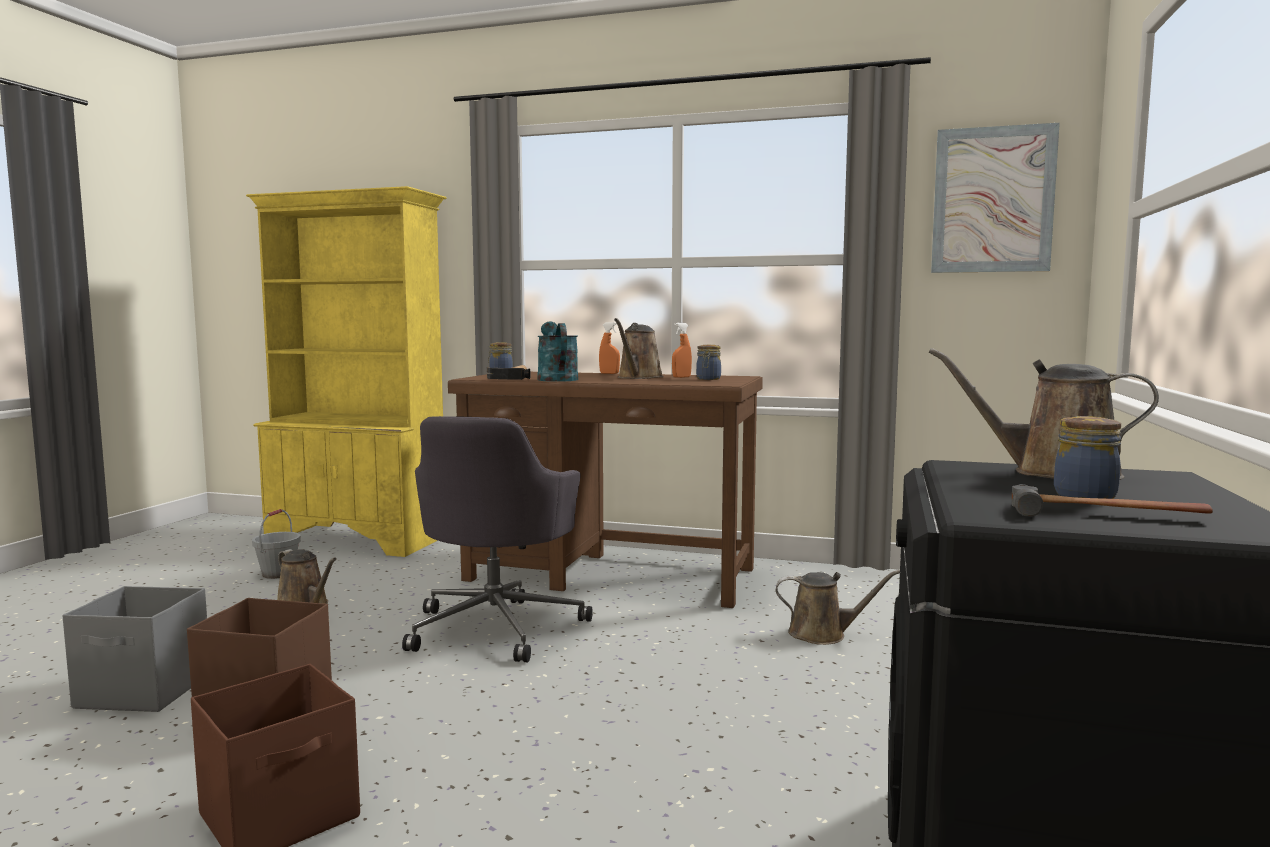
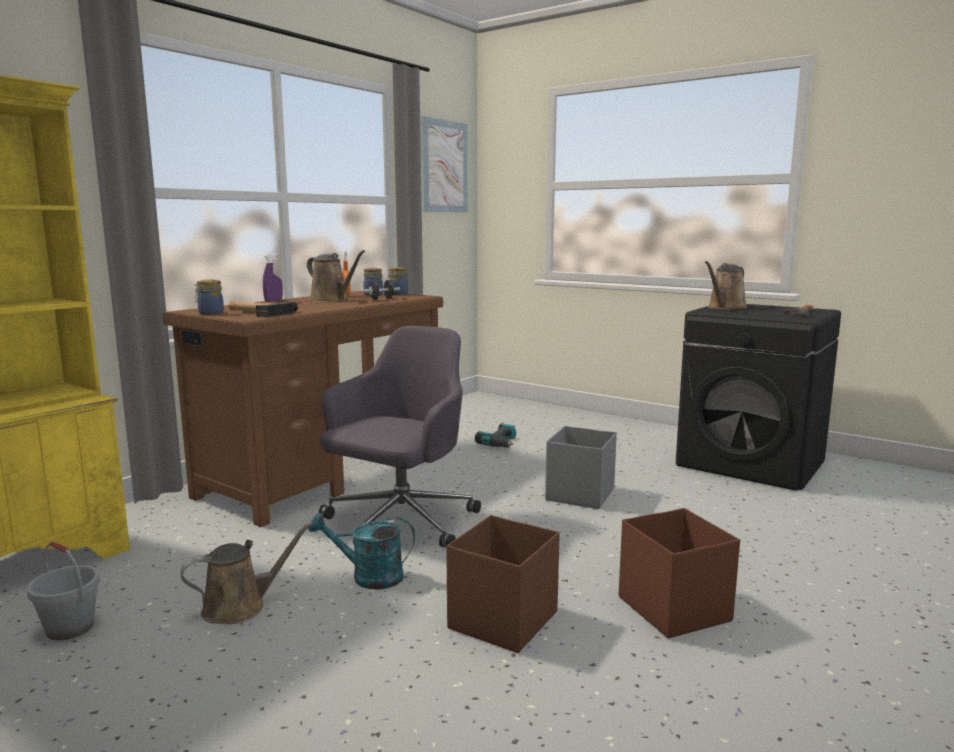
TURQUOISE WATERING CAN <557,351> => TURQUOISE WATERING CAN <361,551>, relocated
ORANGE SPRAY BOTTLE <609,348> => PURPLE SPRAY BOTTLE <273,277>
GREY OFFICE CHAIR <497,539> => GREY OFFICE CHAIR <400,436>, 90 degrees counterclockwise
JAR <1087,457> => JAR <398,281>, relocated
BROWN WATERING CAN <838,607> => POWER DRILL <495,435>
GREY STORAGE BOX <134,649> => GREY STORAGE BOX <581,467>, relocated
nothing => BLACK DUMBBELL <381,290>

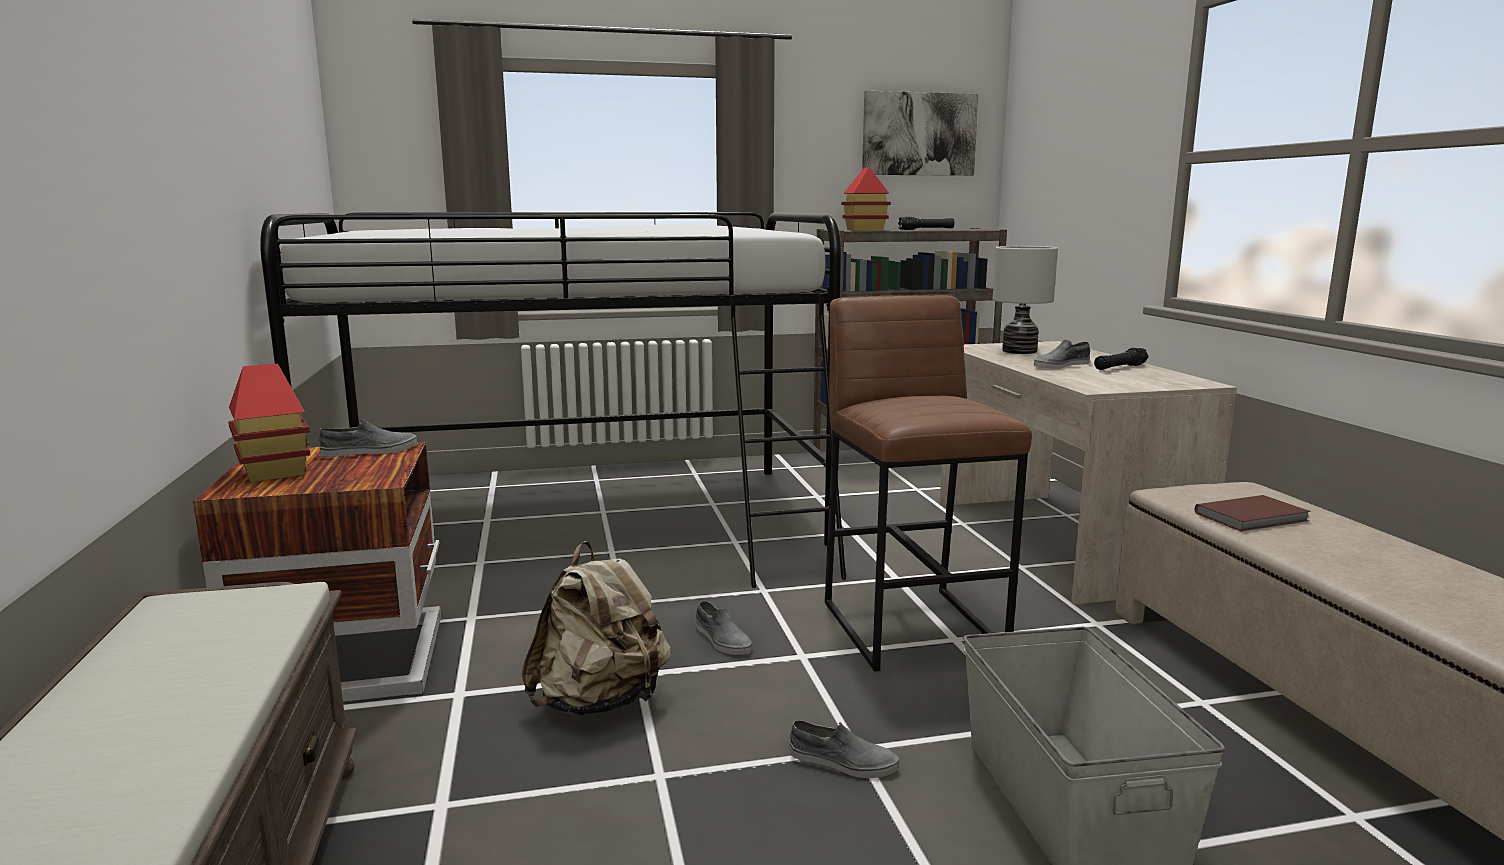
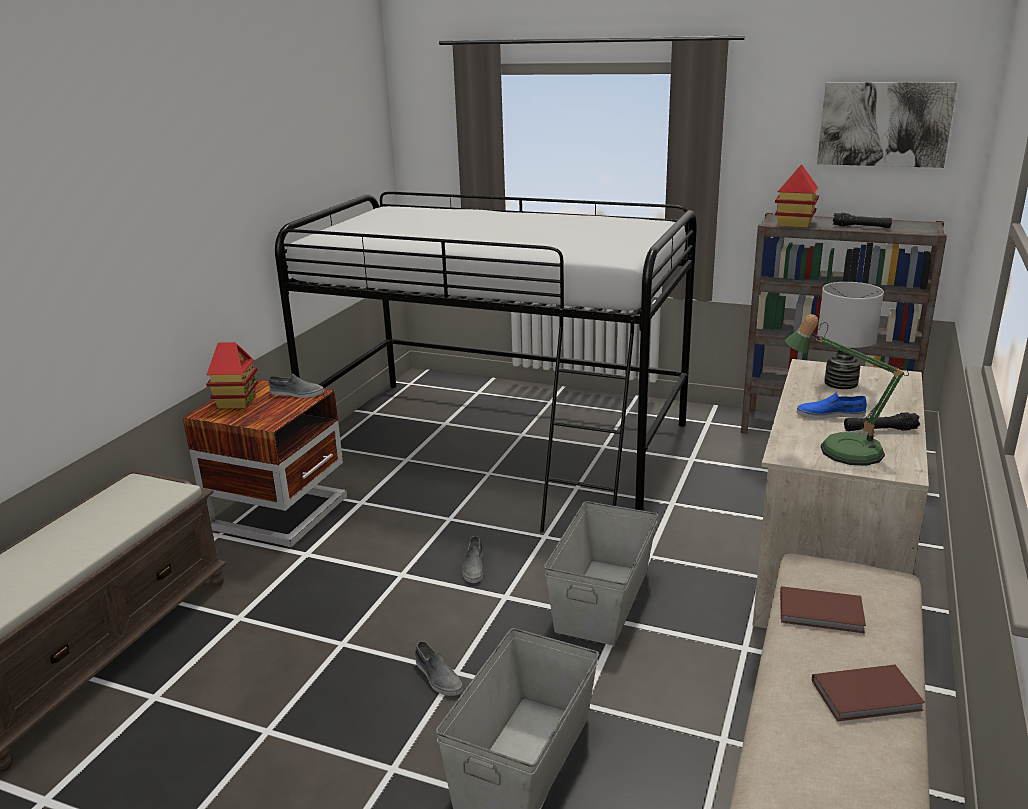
BROWN STOOL <928,483> => GREY STORAGE BOX <601,573>
GREY SHOE <1062,354> => BLUE SHOE <832,406>
BEIGE BACKPACK <596,628> => nothing
nothing => TABLE LAMP <847,390>
nothing => BROWN BOOK <868,693>

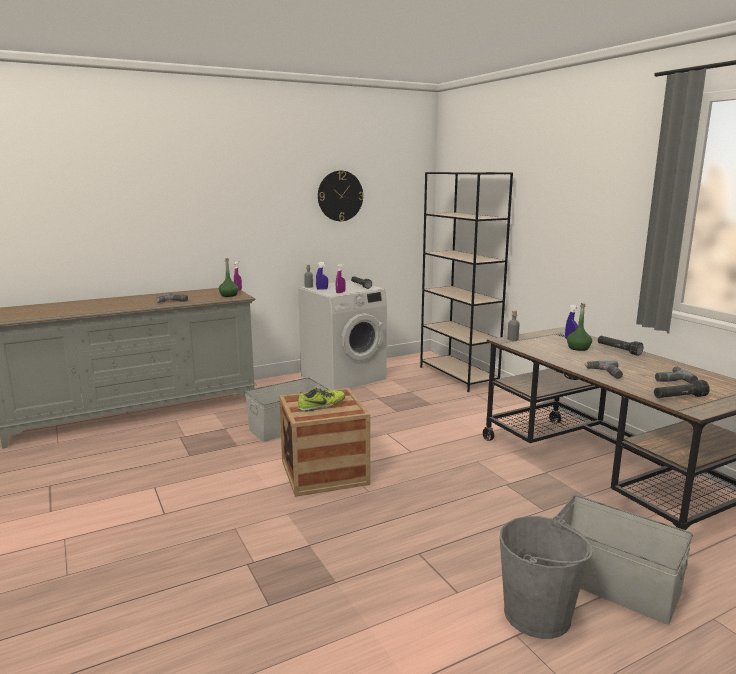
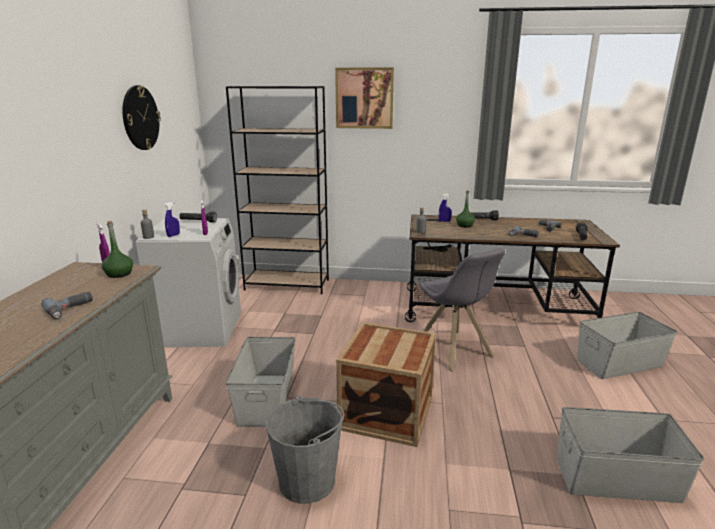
SHOE <321,400> => nothing
GREY BUCKET <546,577> => GREY BUCKET <305,450>, relocated
nothing => PICTURE <364,98>
nothing => GREY CHAIR <462,309>
nothing => GREY STORAGE BOX <630,455>

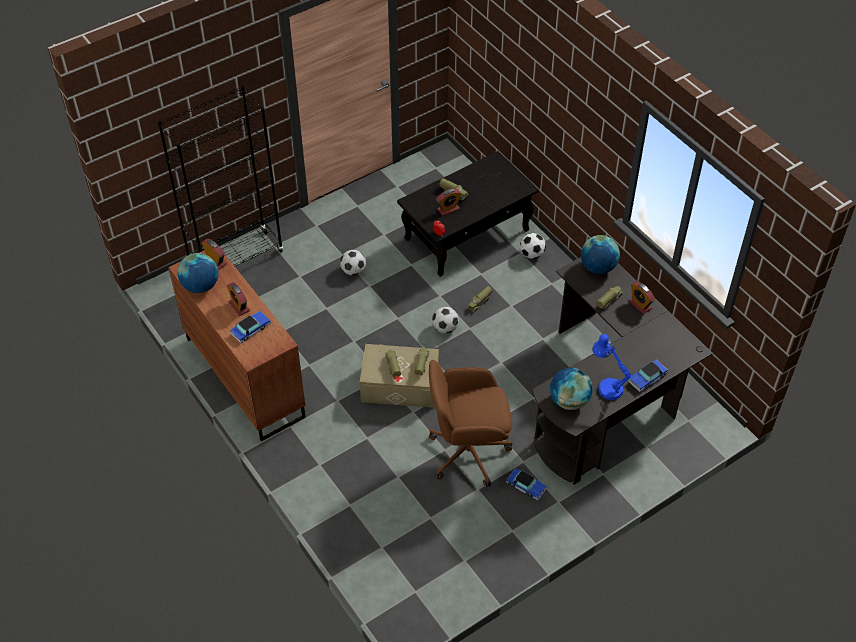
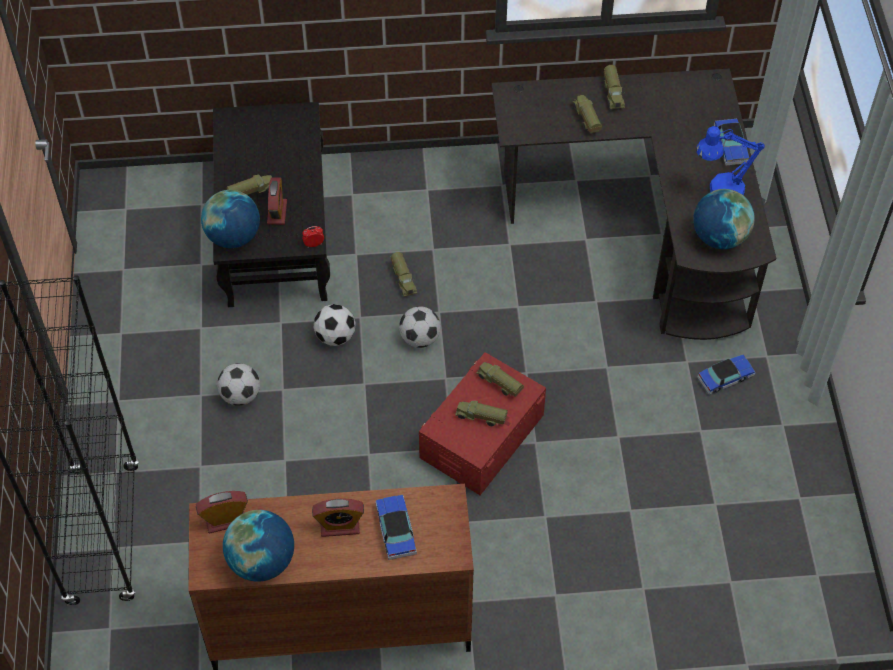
FOOTBALL <533,246> => FOOTBALL <335,325>, relocated
GLOBE <600,254> => GLOBE <230,219>, relocated
ALARM CLOCK <642,297> => TOY TRUCK <614,87>
BEIGE STORAGE BOX <399,376> => RED STORAGE BOX <482,423>
BROWN OFFICE CHAIR <470,423> => nothing

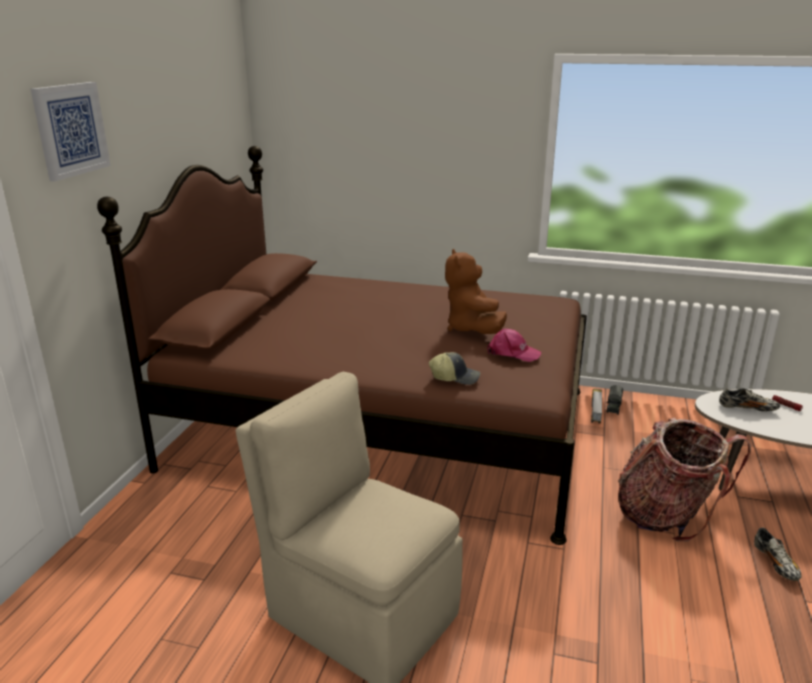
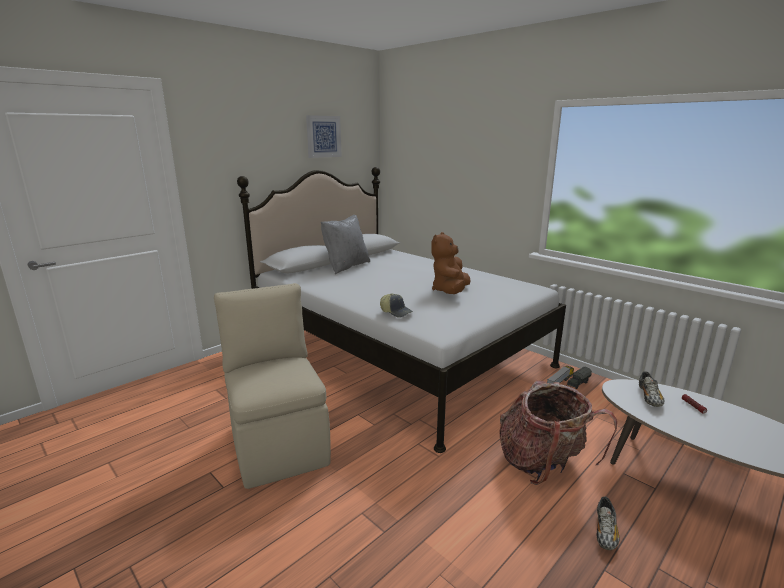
PICTURE <70,131> => PICTURE <324,136>, relocated
BROWN BED <342,345> => WHITE BED <401,310>
PINK CAP <514,345> => nothing
SHOE <749,400> => SHOE <651,389>, 60 degrees clockwise
nothing => GREY PILLOW <345,244>

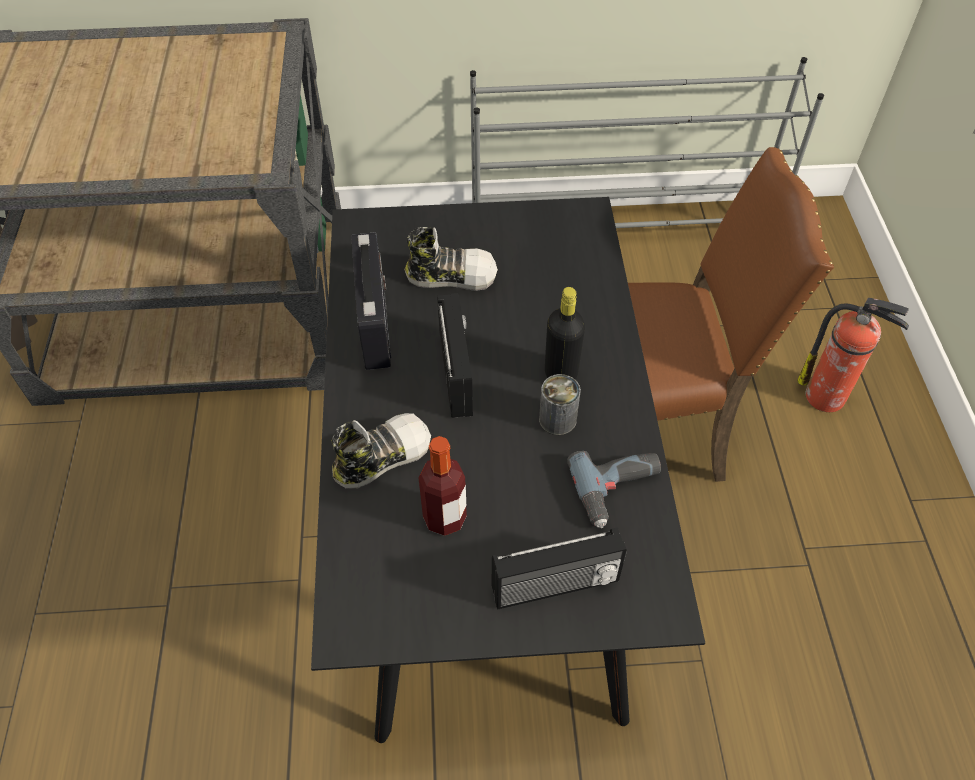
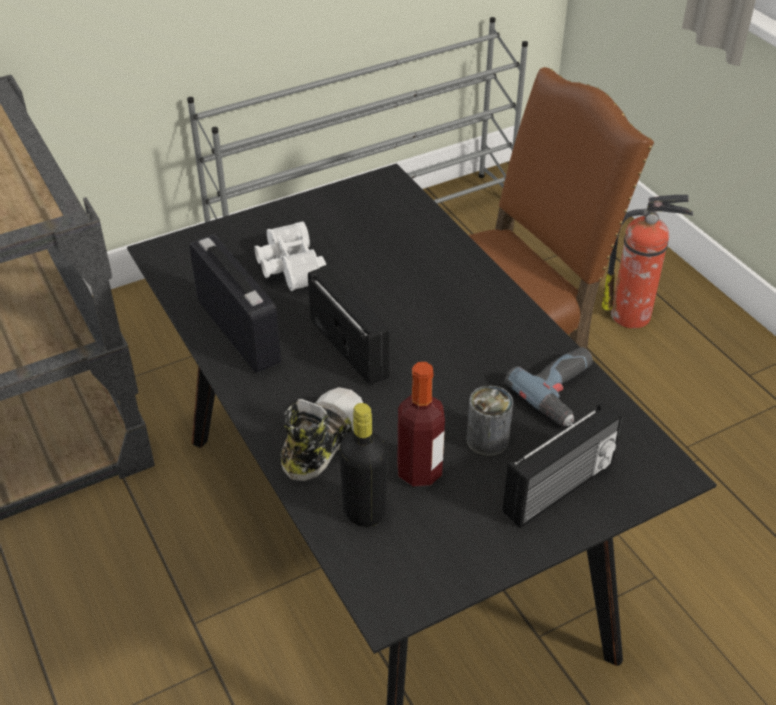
SHOE <451,259> => WHITE BINOCULARS <290,256>
BLACK BOTTLE <565,333> => BLACK BOTTLE <363,465>, relocated
CAN <560,404> => CAN <490,420>, relocated

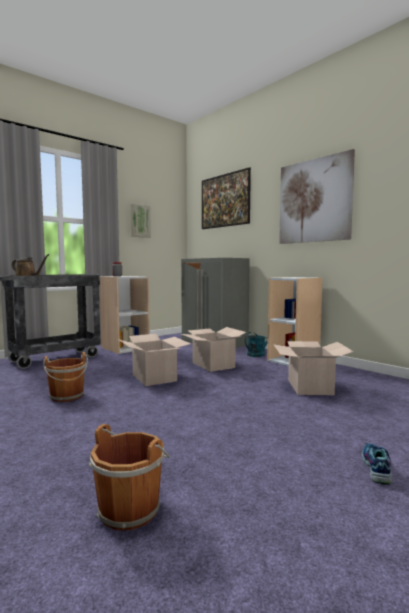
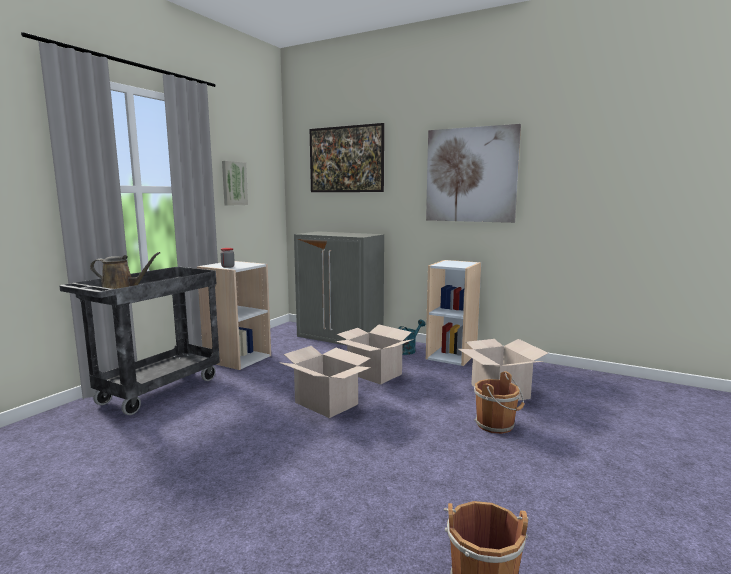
BROWN BUCKET <65,377> => BROWN BUCKET <499,402>, relocated
SHOE <377,463> => nothing

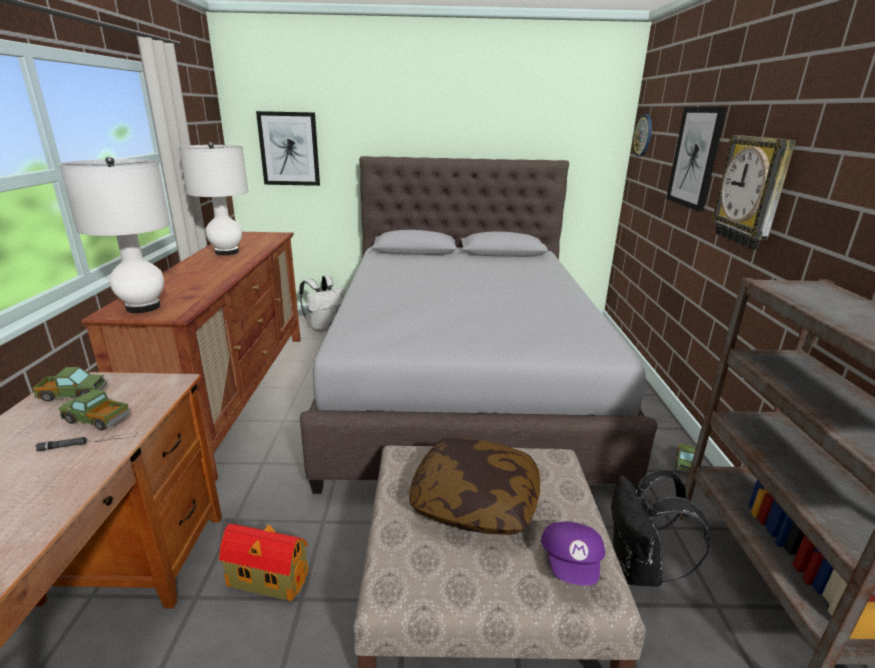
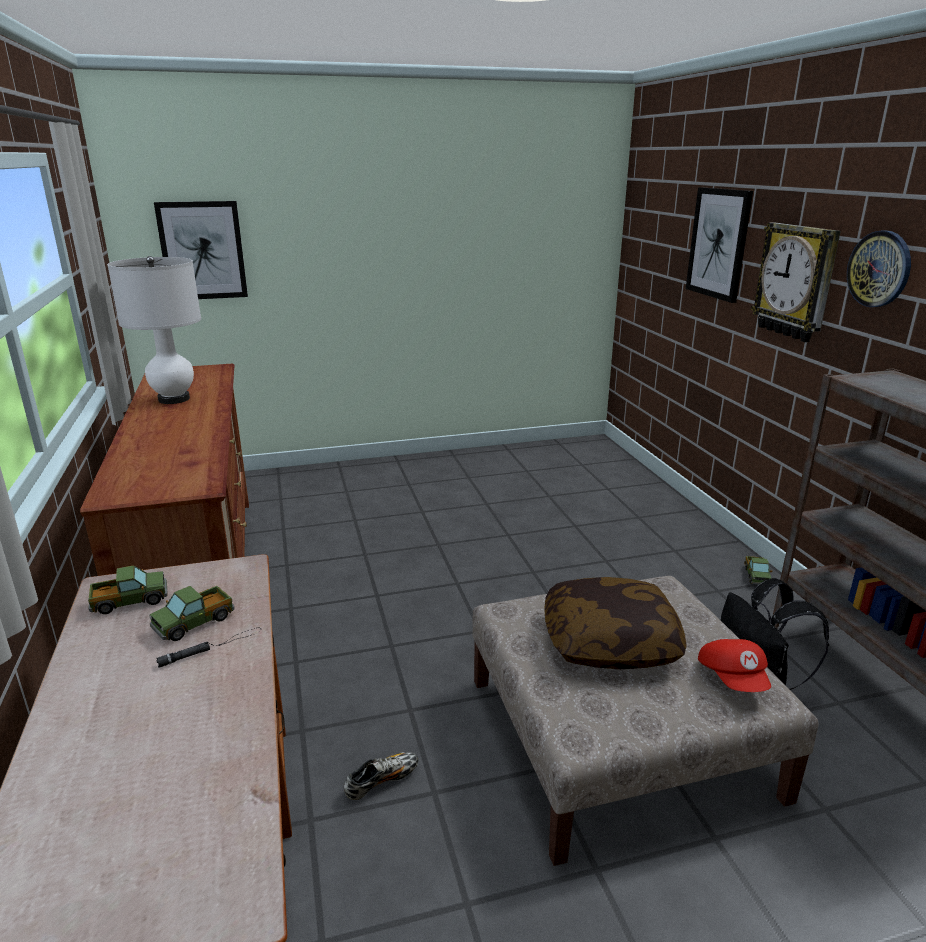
WALL CLOCK <642,135> => WALL CLOCK <879,268>, relocated
WHITE TABLE LAMP <114,234> => nothing
GREY BED <478,325> => nothing
WHITE BACKPACK <322,303> => nothing
TOY TRUCK <94,409> => TOY TRUCK <192,613>, 45 degrees counterclockwise
PURPLE CAP <573,553> => RED CAP <734,665>
TOY HOUSE <263,562> => SHOE <381,776>

